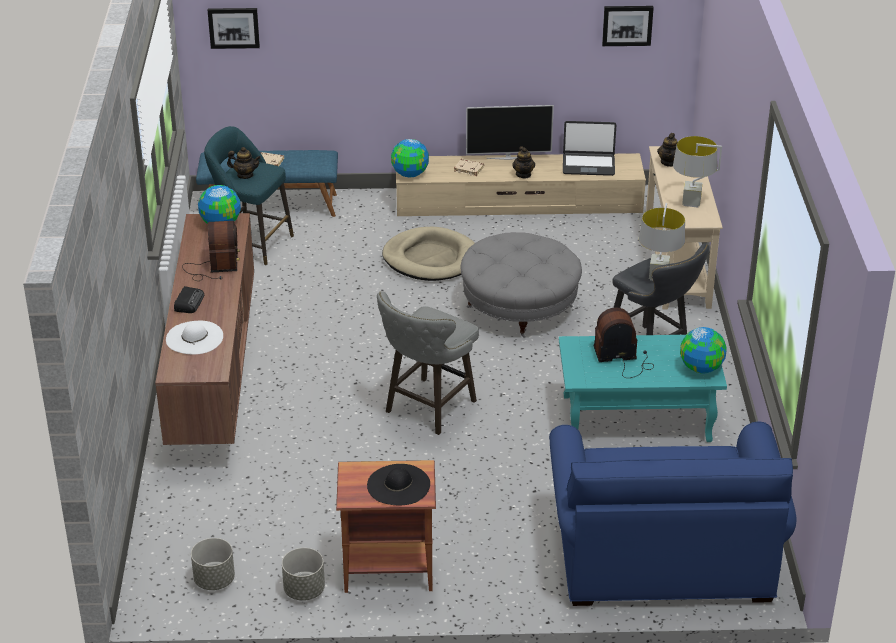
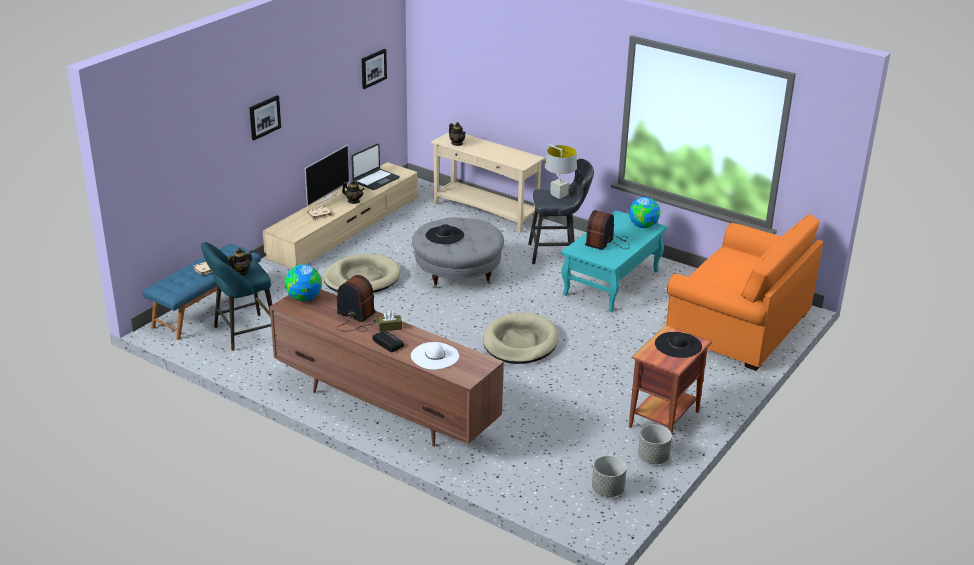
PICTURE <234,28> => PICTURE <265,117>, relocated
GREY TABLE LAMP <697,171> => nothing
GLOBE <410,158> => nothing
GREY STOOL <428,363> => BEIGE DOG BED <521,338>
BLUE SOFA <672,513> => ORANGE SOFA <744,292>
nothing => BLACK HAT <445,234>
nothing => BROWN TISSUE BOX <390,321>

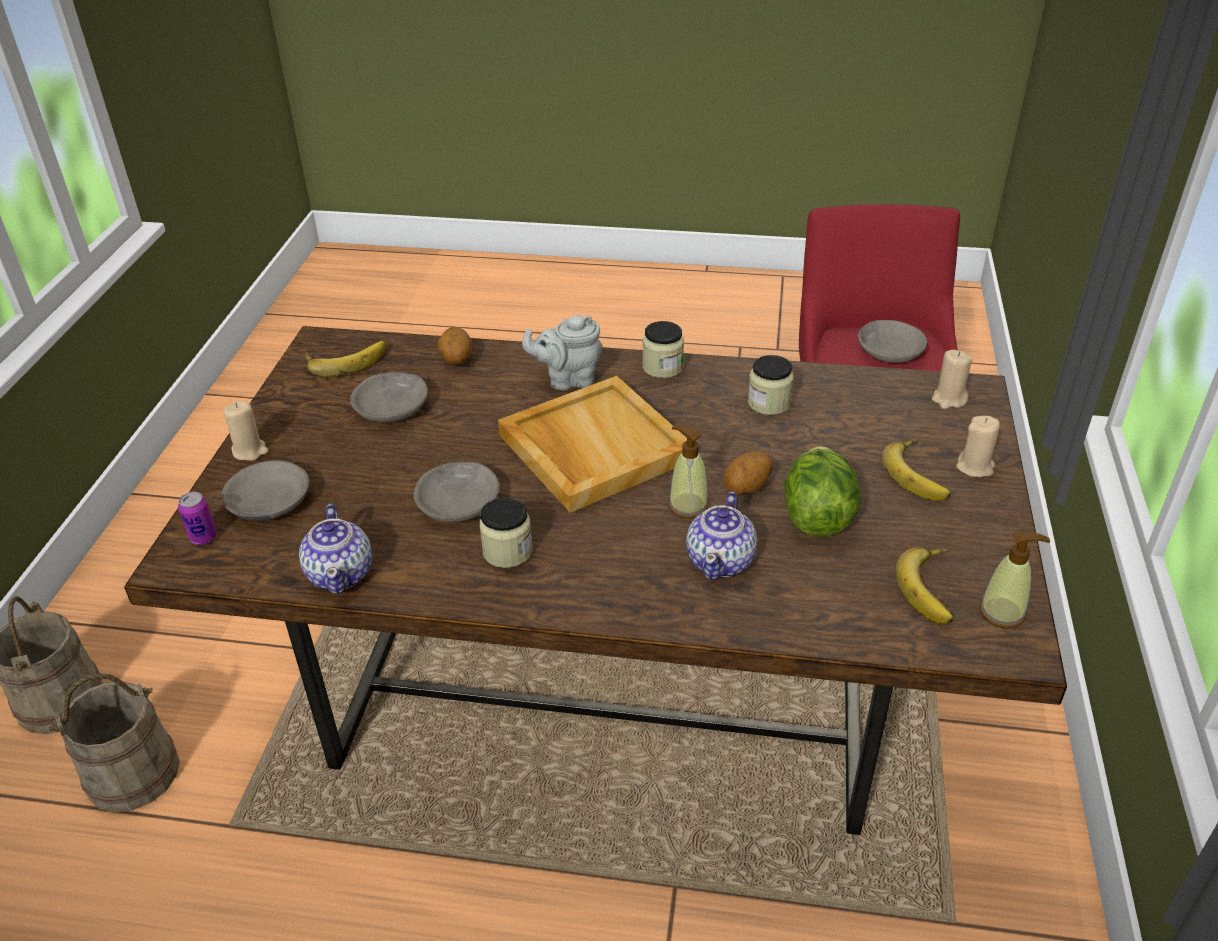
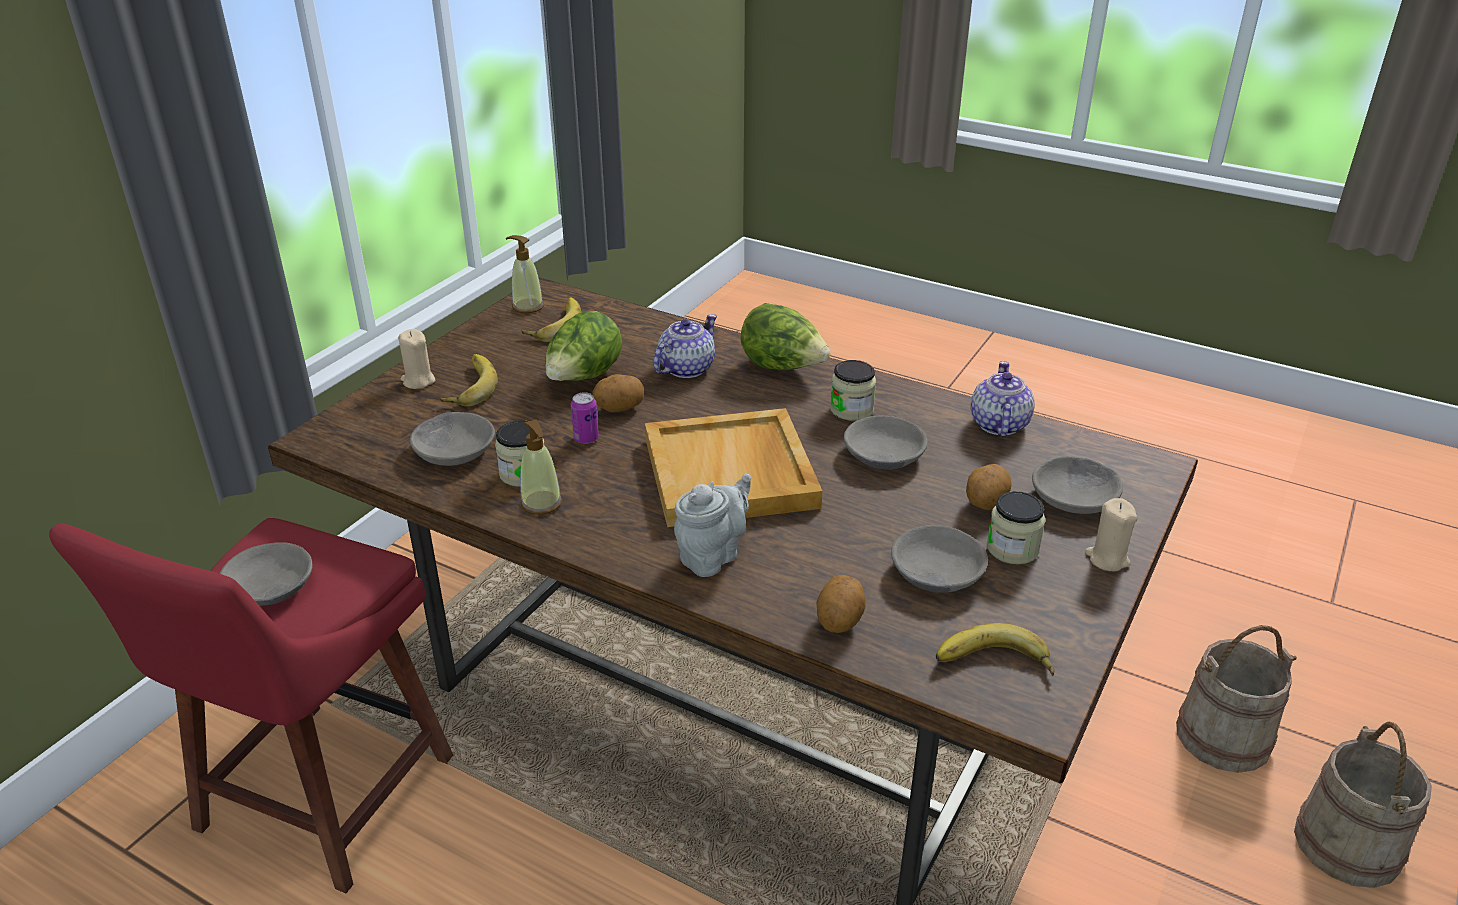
GREY TEAPOT <562,352> => GREY TEAPOT <712,525>, 60 degrees counterclockwise
JAR <663,349> => JAR <1016,527>, relocated
BEIGE CANDLE <952,379> => nothing
SOAP DISPENSER <688,472> => SOAP DISPENSER <541,467>, relocated
CAN <197,518> => CAN <585,418>, relocated
nothing => LETTUCE <785,336>
nothing => GREY BOWL <452,439>
nothing => POTATO <989,487>

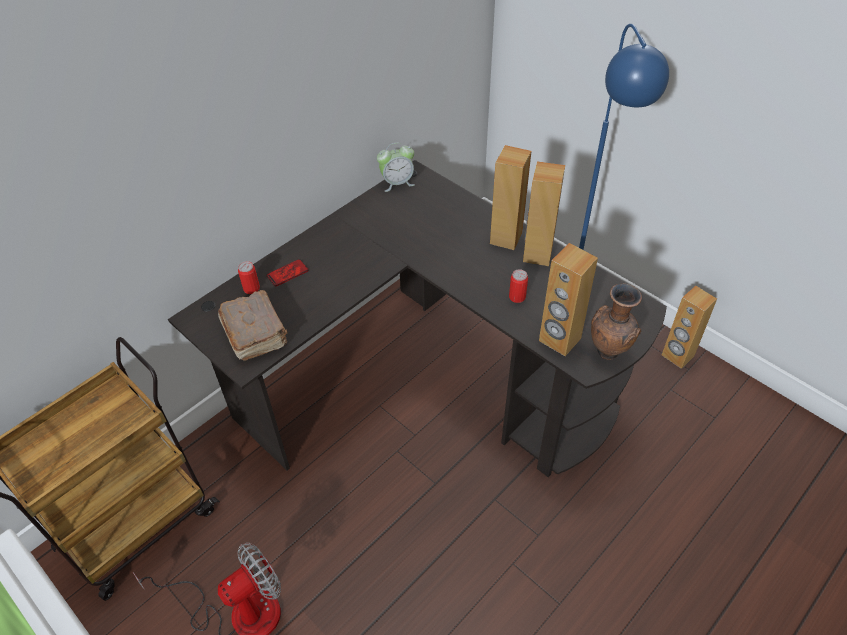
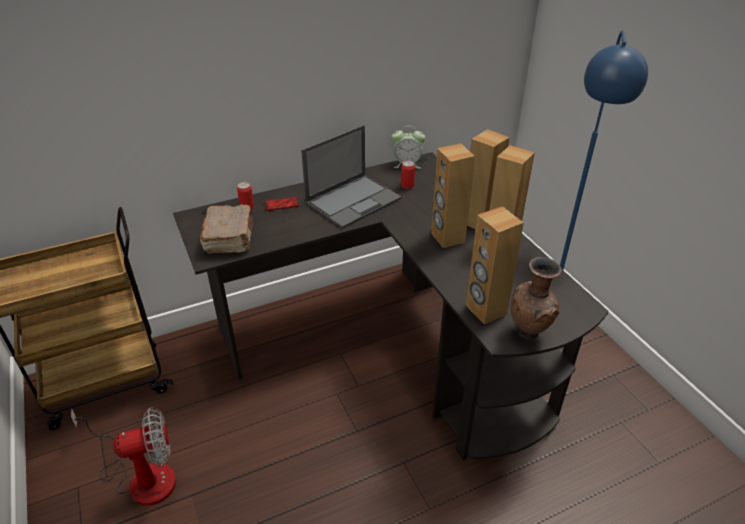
CAN <518,286> => CAN <408,175>, relocated
BROWN SPEAKER <689,327> => BROWN SPEAKER <453,195>, relocated
nothing => LAPTOP <351,177>

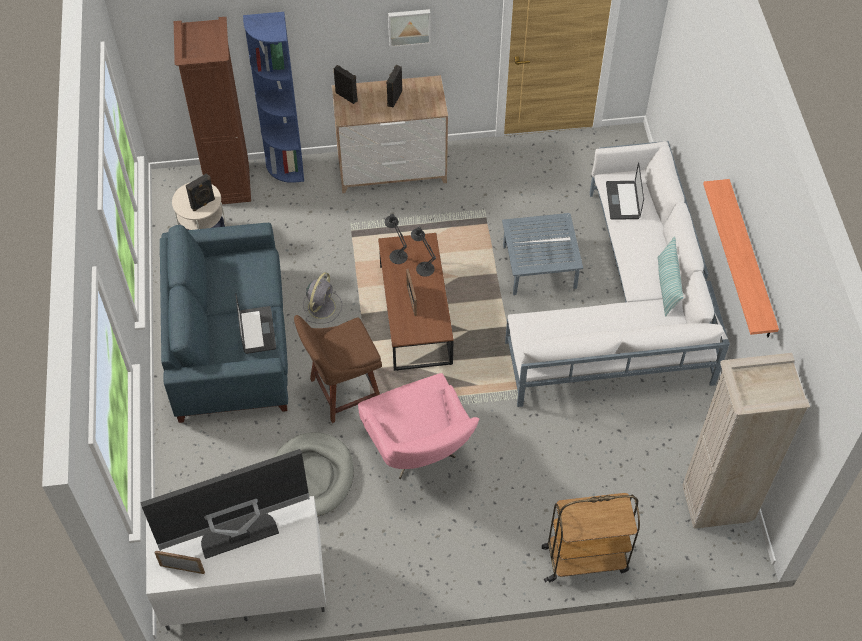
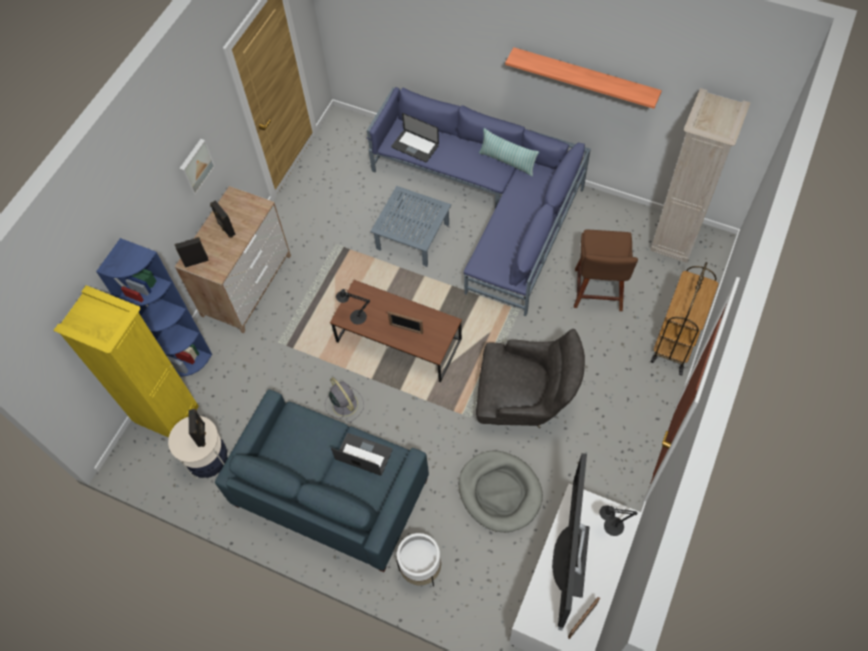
BROWN CABINET <212,111> => YELLOW CABINET <126,361>
WHITE SOFA <616,274> => BLUE SOFA <479,201>
BLACK TABLE LAMP <423,252> => BLACK TABLE LAMP <618,520>, relocated
BROWN STOOL <338,369> => BROWN STOOL <606,270>, relocated
PINK ARMCHAIR <418,426> => GREY ARMCHAIR <530,378>
nothing => WHITE PLANTER <419,560>

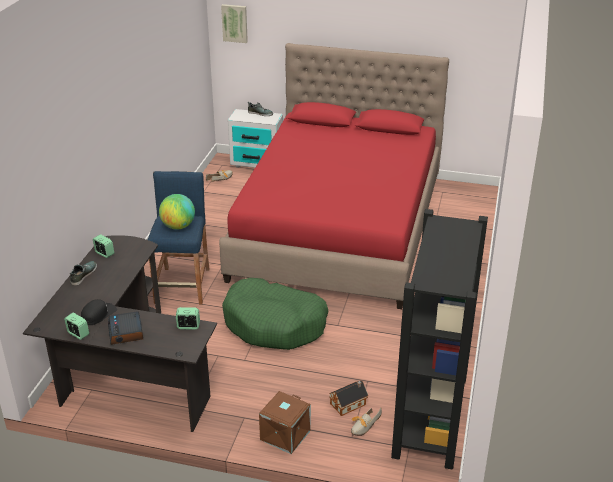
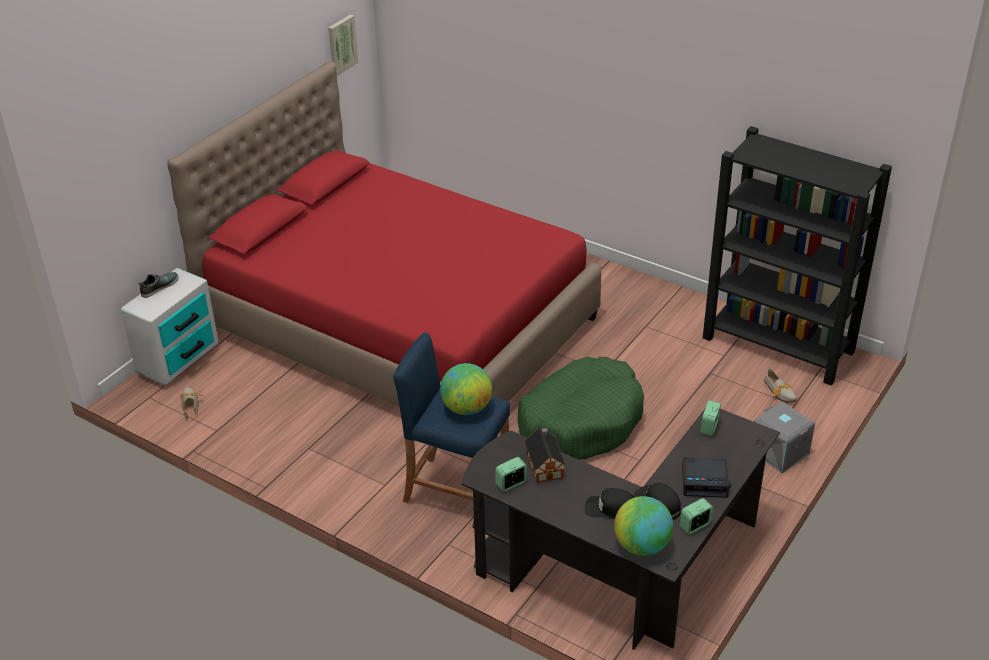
PICTURE <234,23> => PICTURE <343,45>, relocated
SHOE <83,273> => nothing
TOY HOUSE <348,398> => TOY HOUSE <545,455>, relocated
BROWN STORAGE BOX <285,422> => GREY STORAGE BOX <784,437>
nothing => BLACK CAP <610,503>
nothing => GLOBE <644,526>

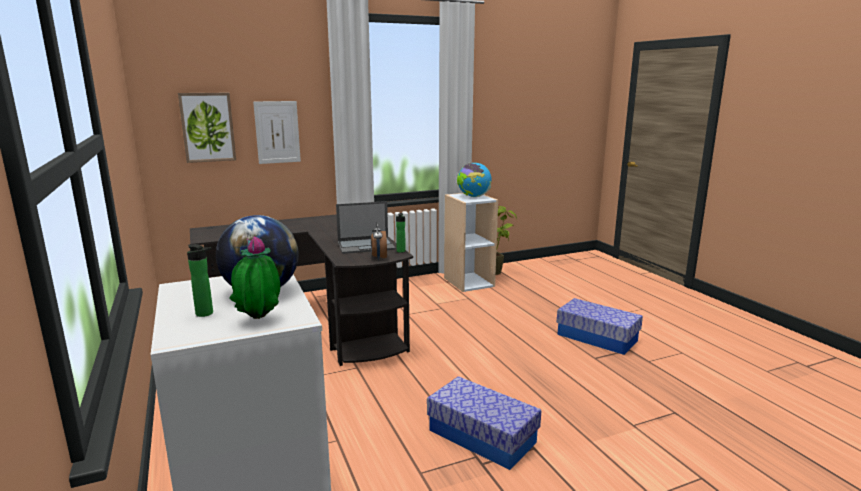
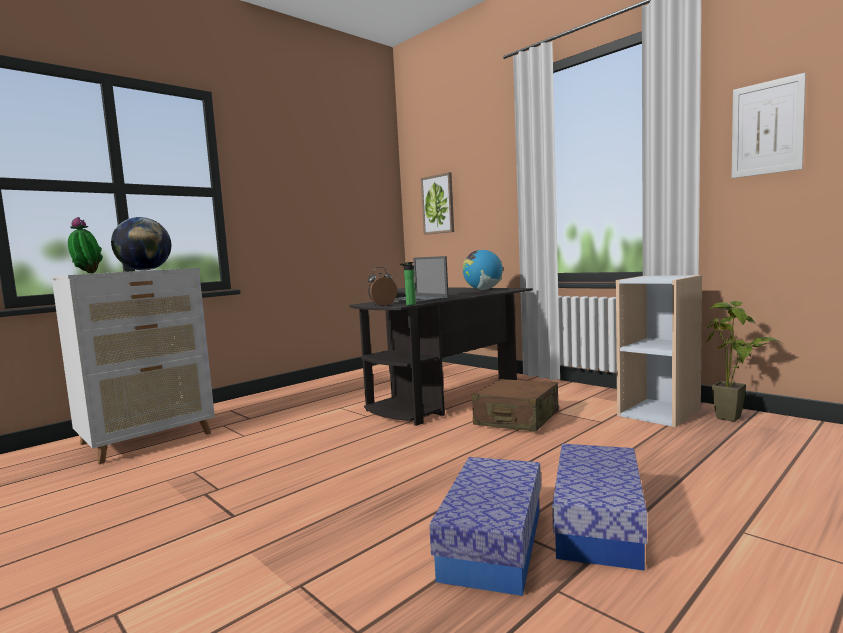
PICTURE <277,132> => PICTURE <768,125>, relocated
GLOBE <474,180> => GLOBE <483,270>, relocated
BOTTLE <200,280> => nothing
STORAGE BOX <484,423> => STORAGE BOX <485,526>, relocated
nothing => BROWN SUITCASE <515,405>

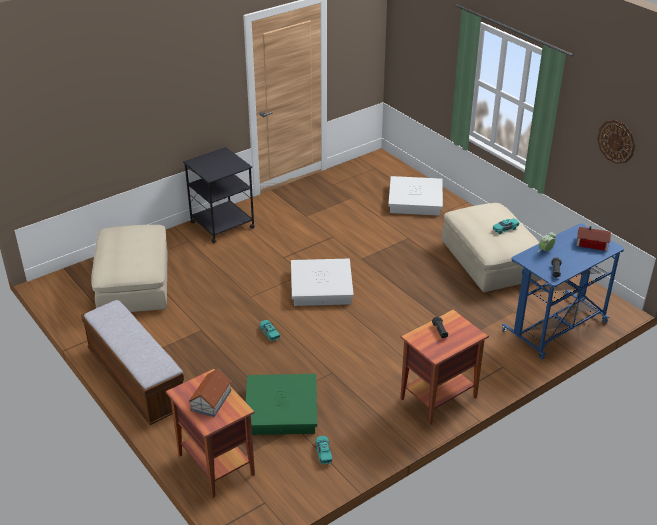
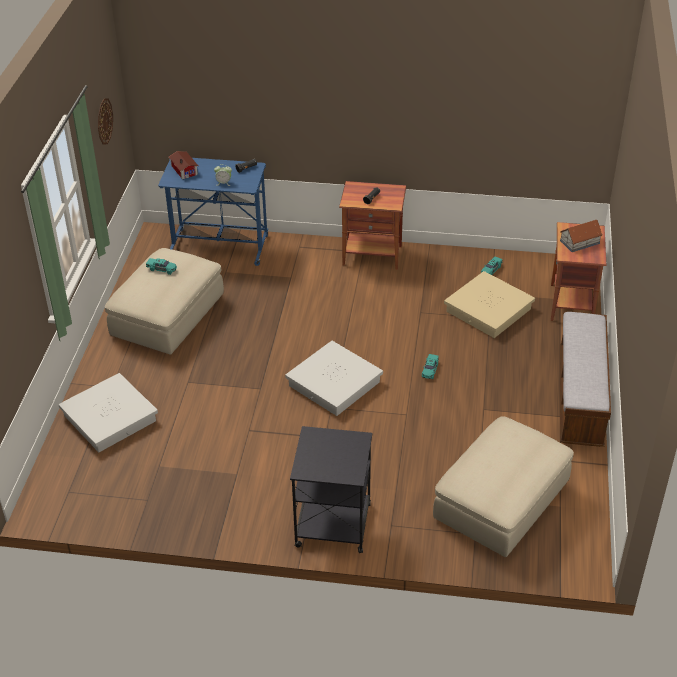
GREEN STORAGE BOX <281,404> => BEIGE STORAGE BOX <489,304>

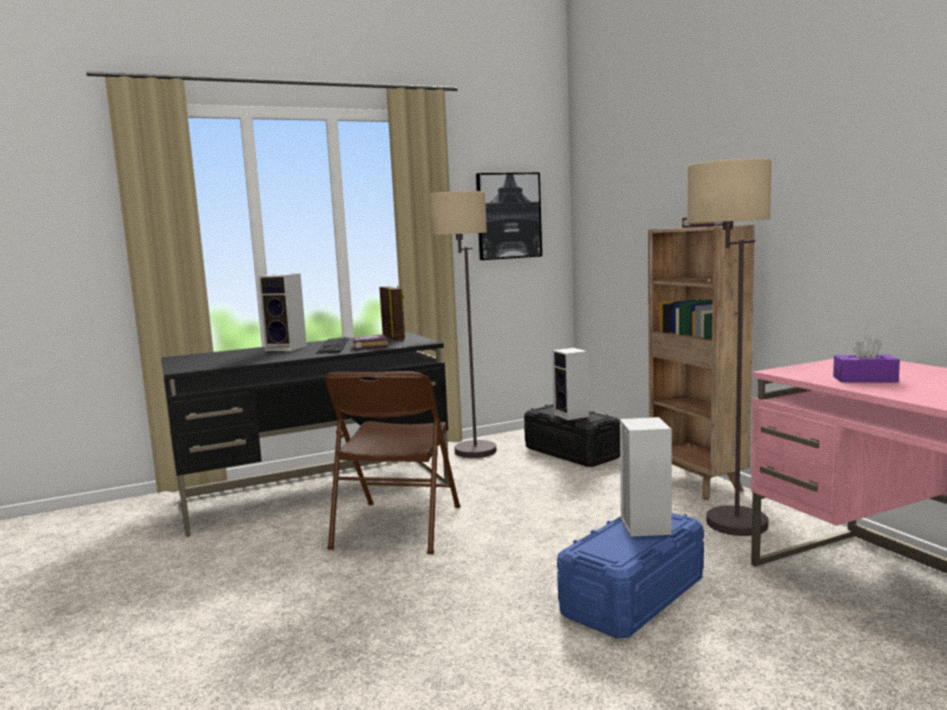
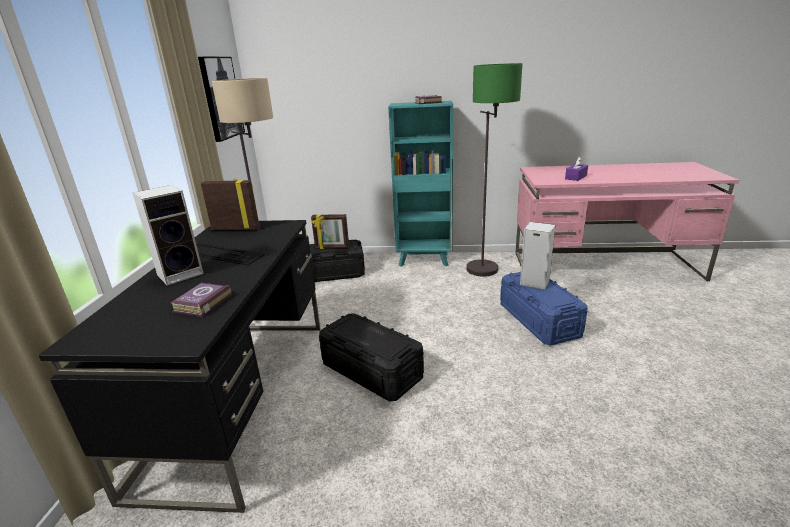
BEIGE FLOOR LAMP <729,347> => GREEN FLOOR LAMP <494,169>
BROWN BOOKCASE <701,362> => TURQUOISE BOOKCASE <420,184>
BOOK <370,342> => BOOK <201,300>, relocated
SPEAKER <570,384> => PICTURE FRAME <330,231>
BROWN CHAIR <392,462> => BLACK STORAGE BOX <371,357>

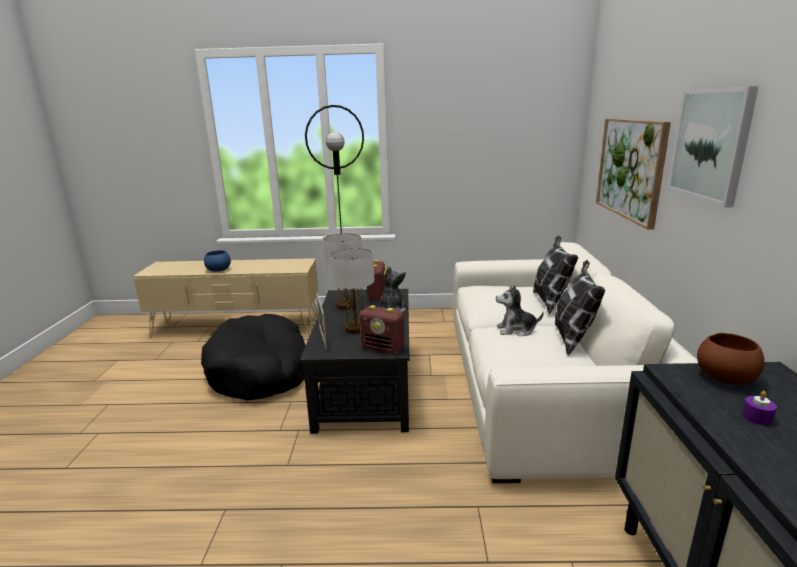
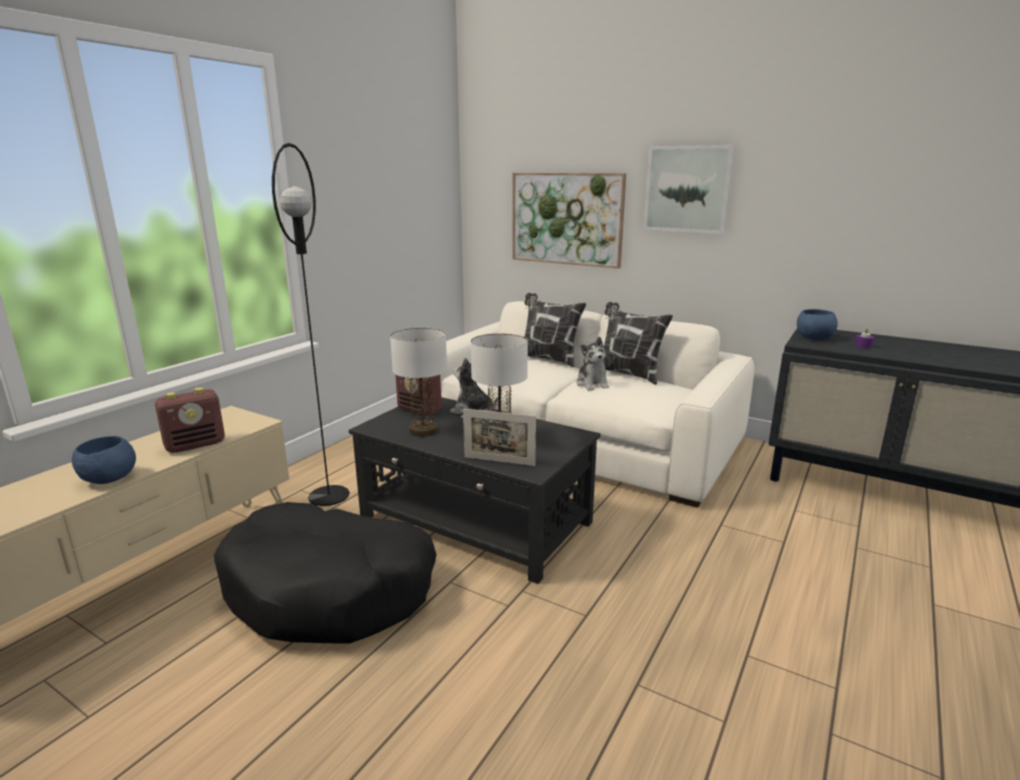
PLUSH TOY <520,310> => PLUSH TOY <593,364>, 45 degrees counterclockwise
RADIO <382,329> => RADIO <190,420>, relocated
BROWN BOWL <731,358> => BLUE BOWL <817,324>

